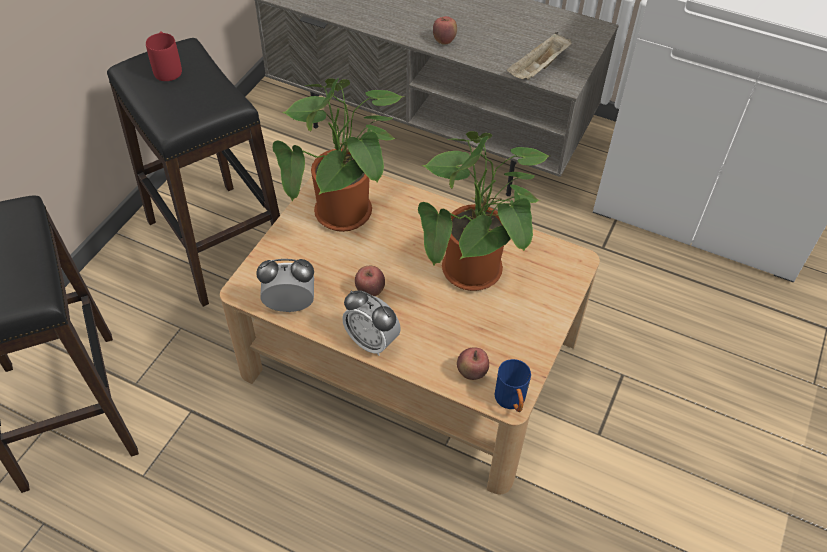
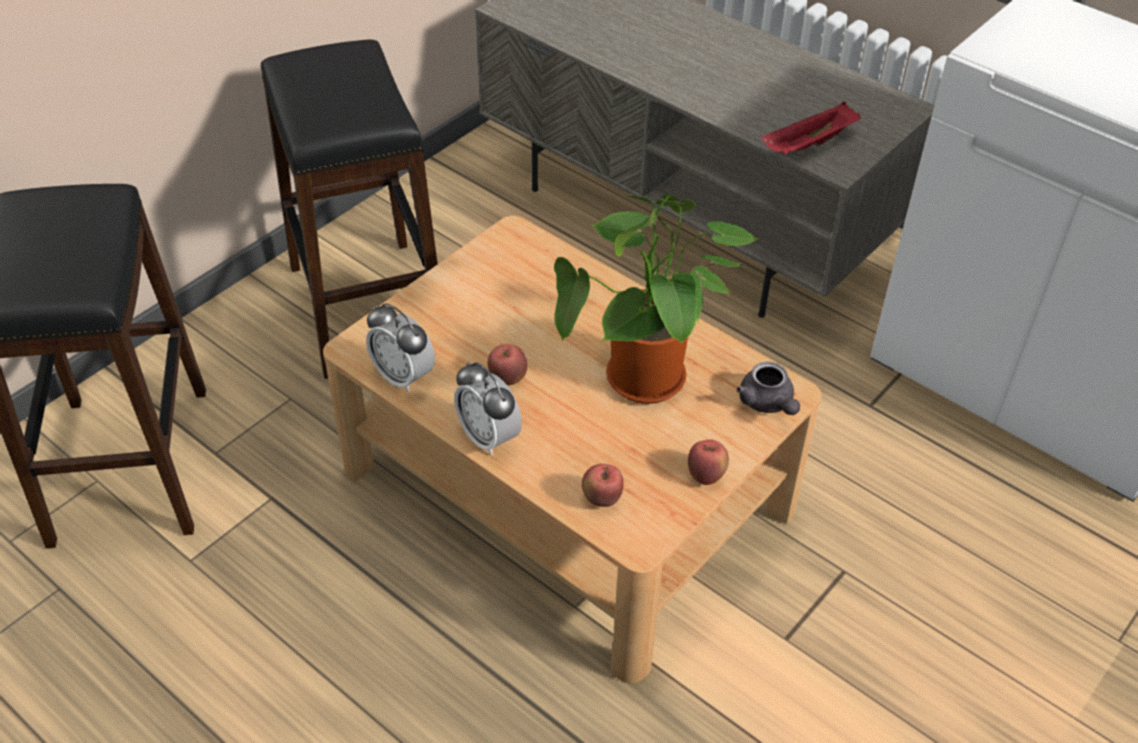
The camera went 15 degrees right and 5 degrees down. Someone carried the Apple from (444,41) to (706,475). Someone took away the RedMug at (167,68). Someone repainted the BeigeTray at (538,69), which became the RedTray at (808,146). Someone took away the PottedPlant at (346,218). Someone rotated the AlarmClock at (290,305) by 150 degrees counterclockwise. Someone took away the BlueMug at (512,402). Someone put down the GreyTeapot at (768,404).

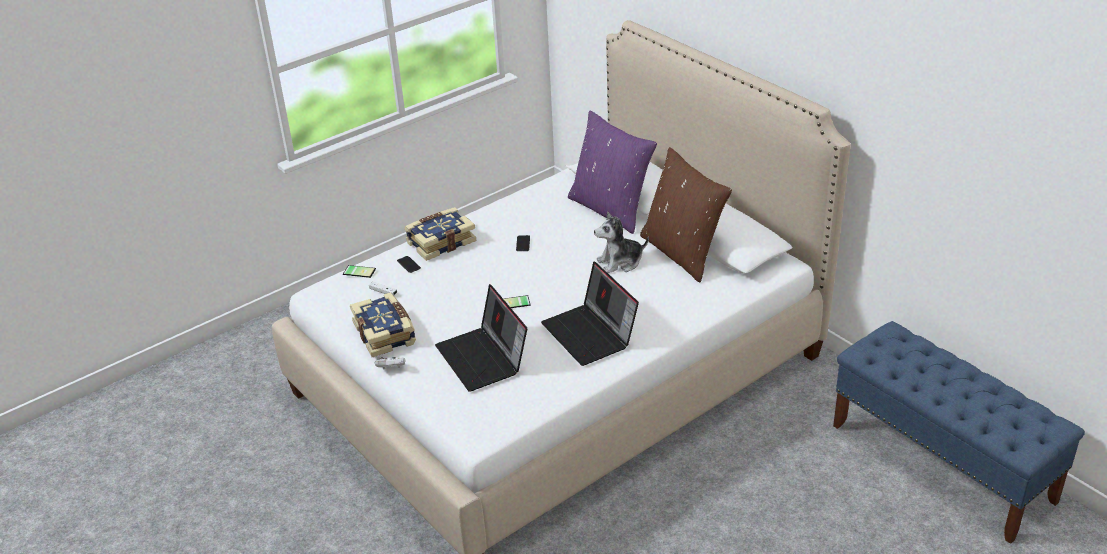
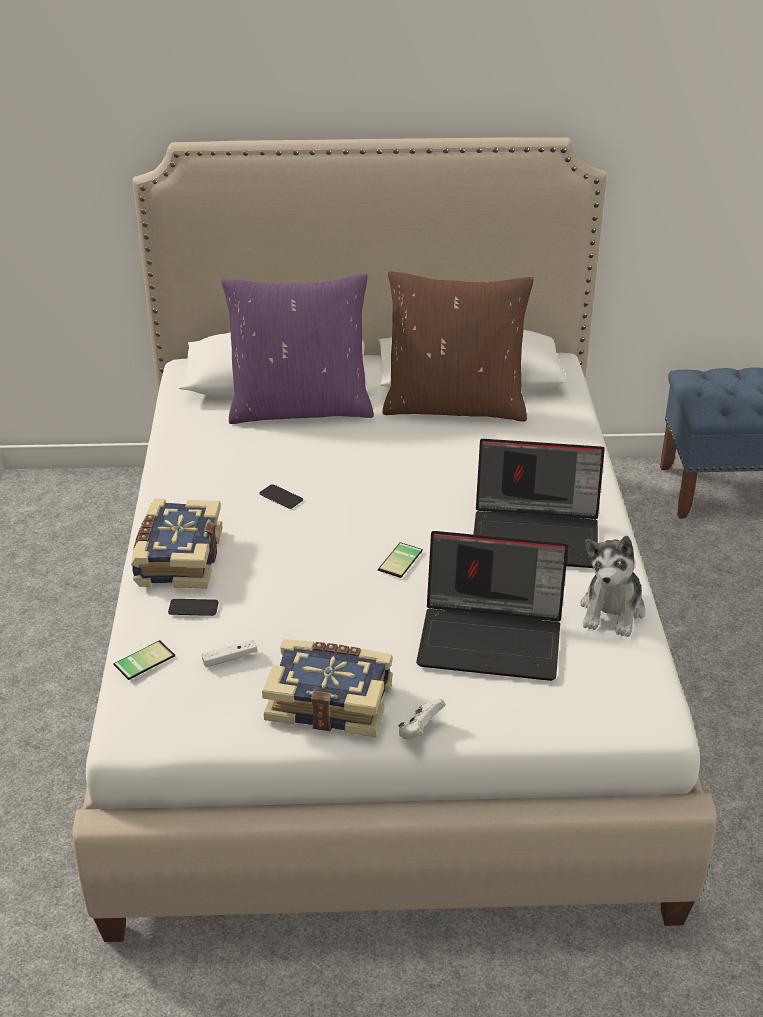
The camera went 55 degrees left and 0 degrees up. Someone carried the PlushToy from (620,262) to (612,610).

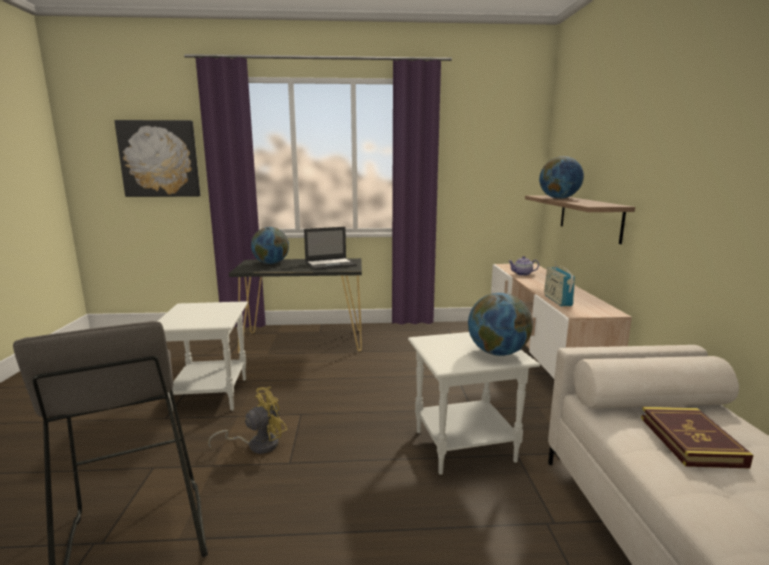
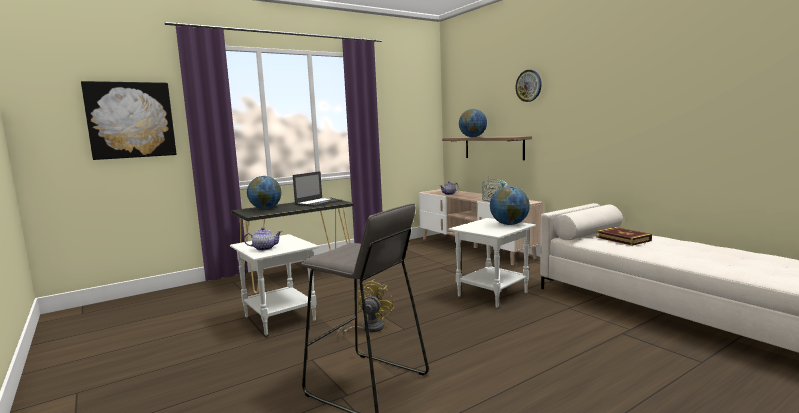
The camera went 30 degrees left and 5 degrees down. Someone put up the WallClock at (529,85). Someone put down the Teapot at (264,248).

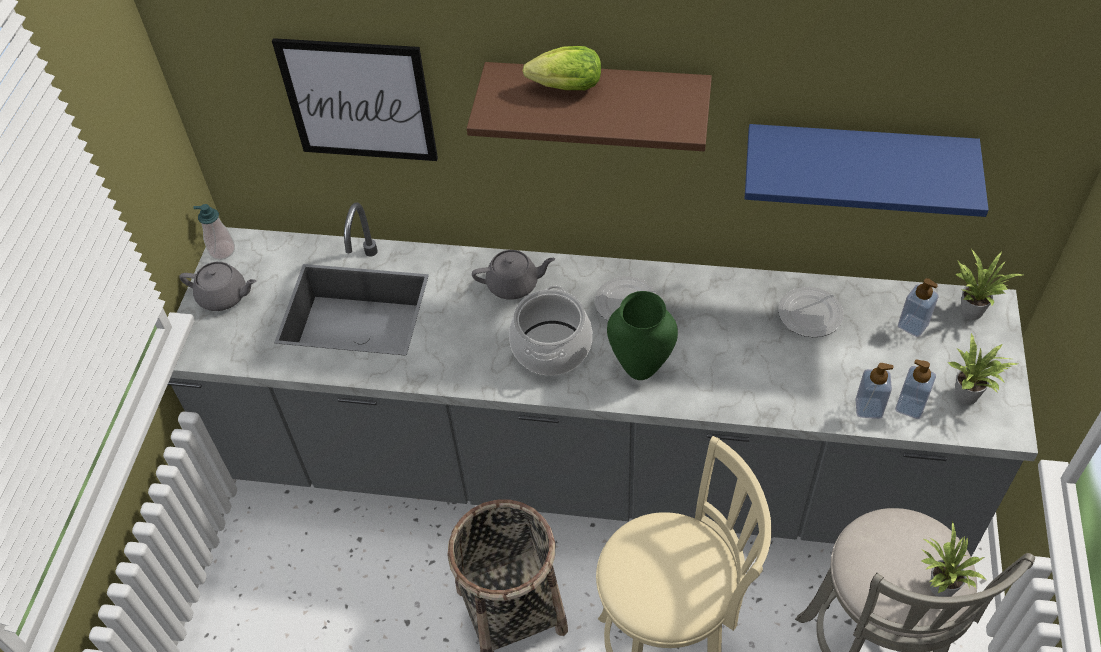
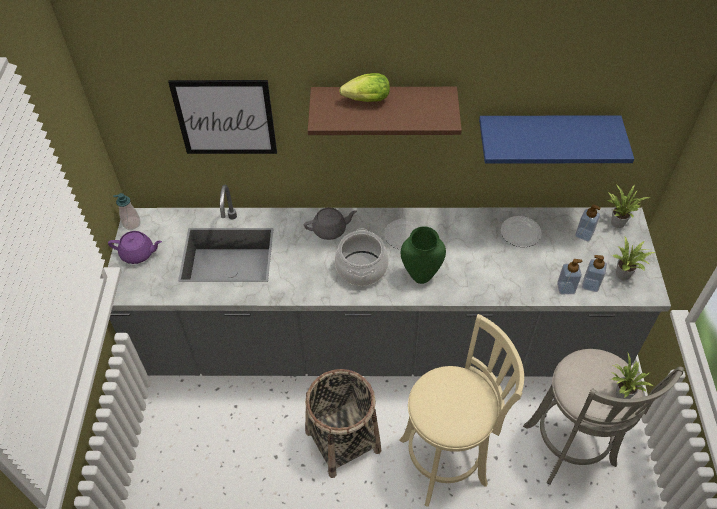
The camera went 10 degrees left and 0 degrees up. Someone repainted the GreyTeapot at (224,297), which became the PurpleTeapot at (138,254).

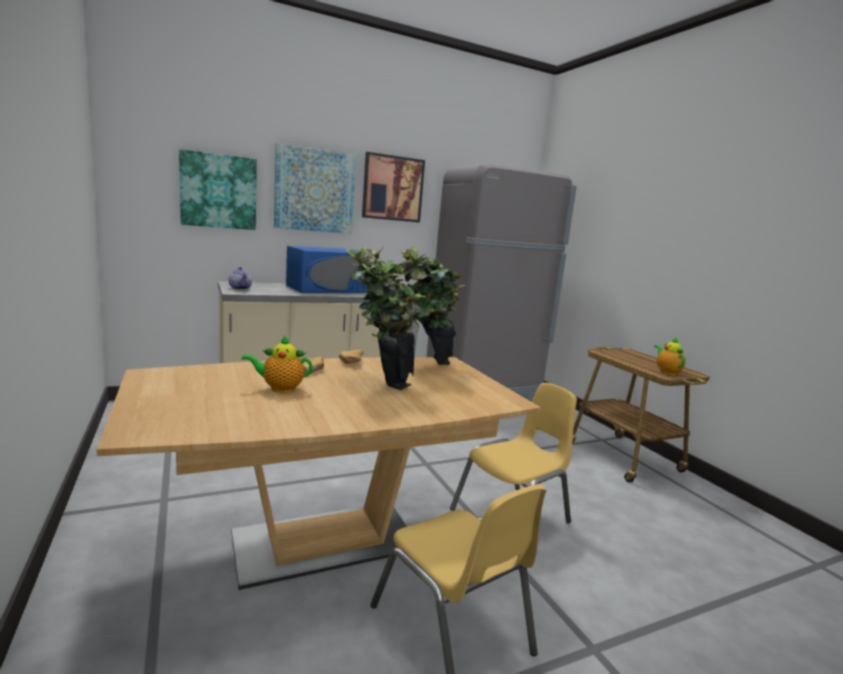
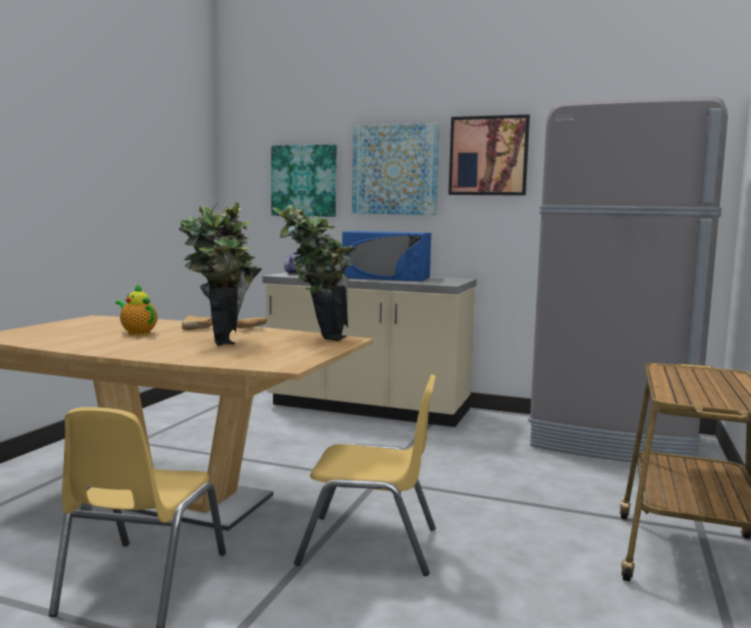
The camera went 45 degrees right and 5 degrees down. Someone took away the Teapot at (667,371).

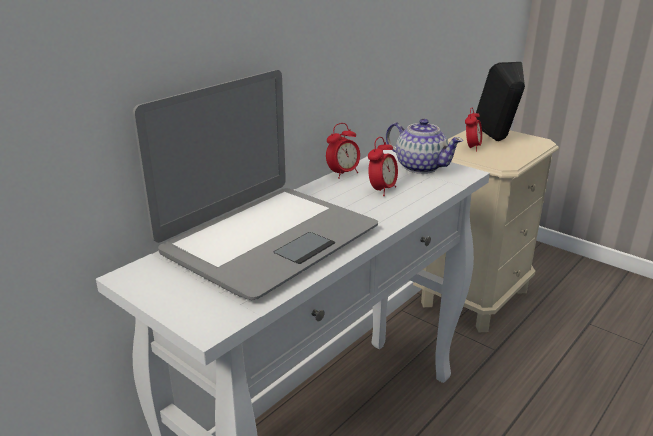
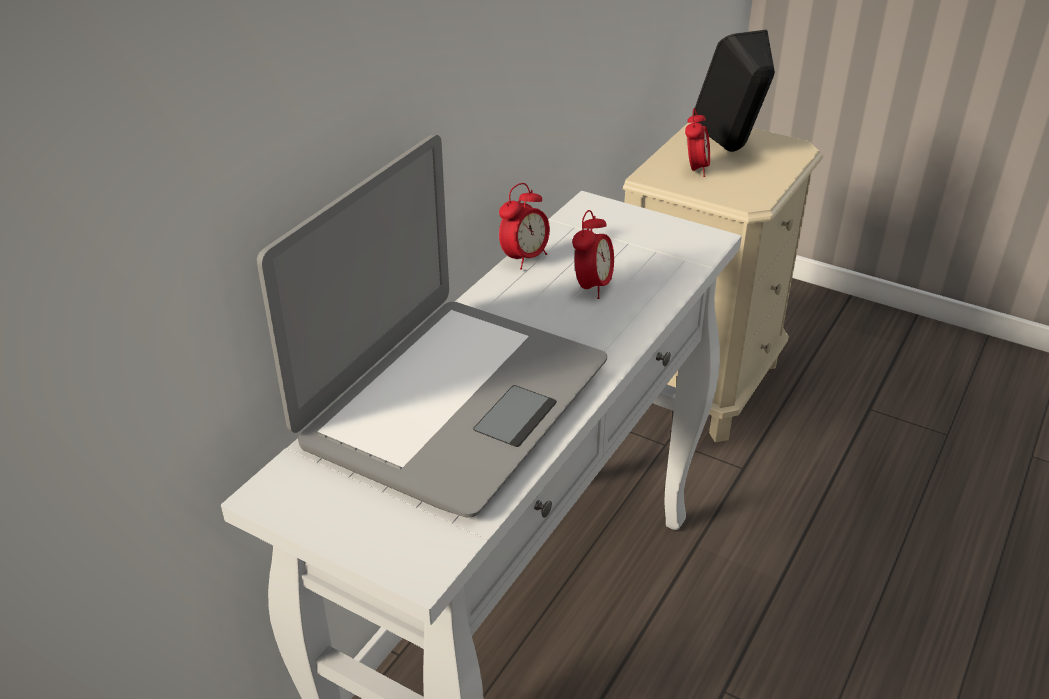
The camera went 10 degrees left and 10 degrees up. Someone took away the Teapot at (420,167).

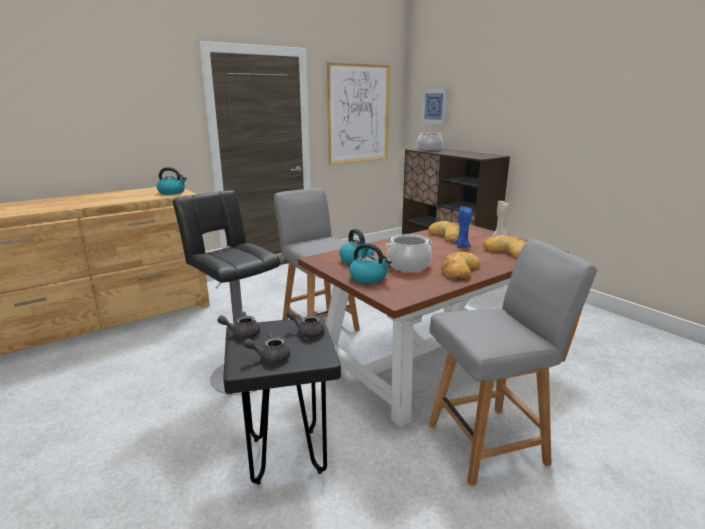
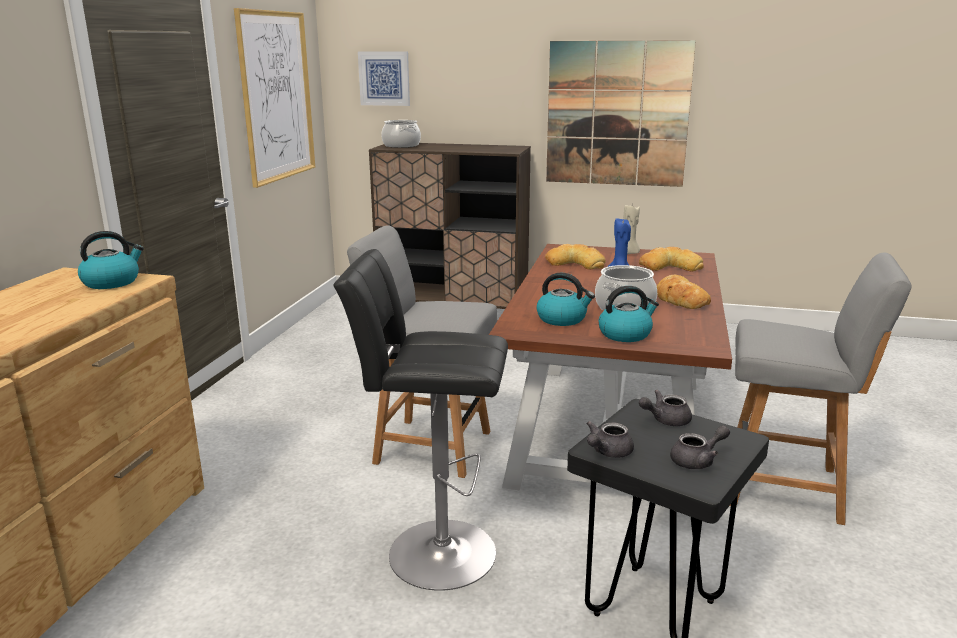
The camera went 40 degrees left and 0 degrees up. Someone rotated the GreyChair at (489,443) by 75 degrees clockwise. Someone rotated the GreyTeapot at (270,357) by 150 degrees counterclockwise. Someone put up the Picture at (617,114).

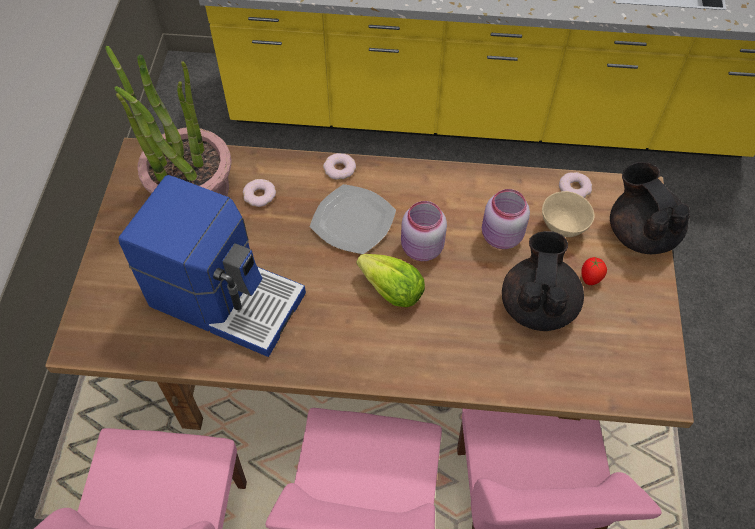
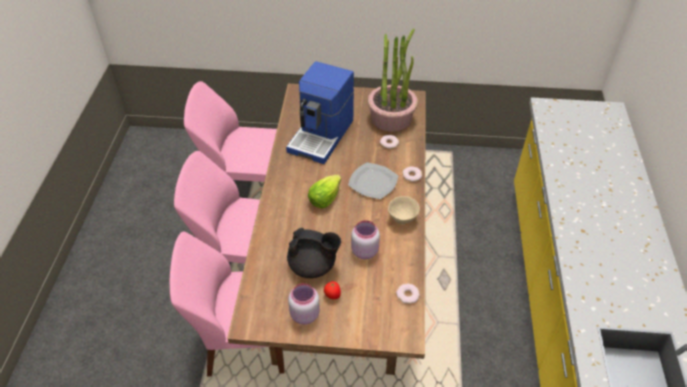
The camera went 90 degrees right and 10 degrees down. Someone took away the BlackTeapot at (640,233). Someone carried the BeigeBowl from (563,228) to (402,219). Someone carried the PinkJar from (421,249) to (304,314).

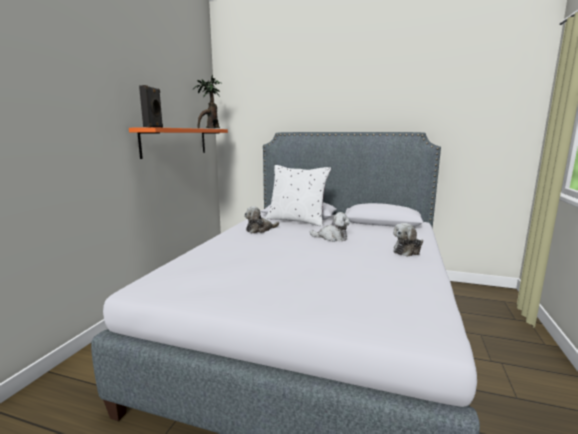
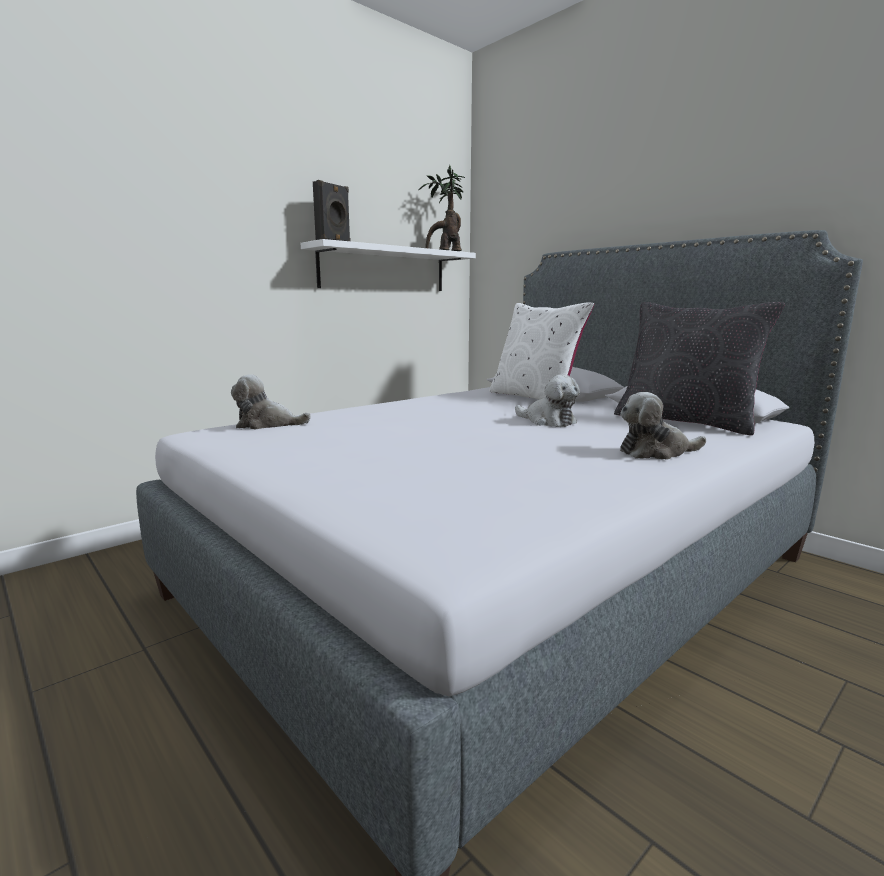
The camera went 30 degrees right and 0 degrees up. Someone repainted the OrangeShelf at (175,142), which became the WhiteShelf at (384,269). Someone carried the PlushToy from (260,229) to (267,425). Someone put down the BlackPillow at (685,421).

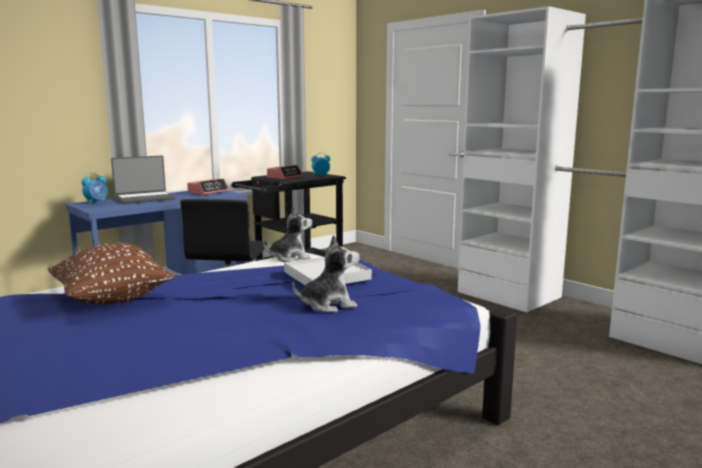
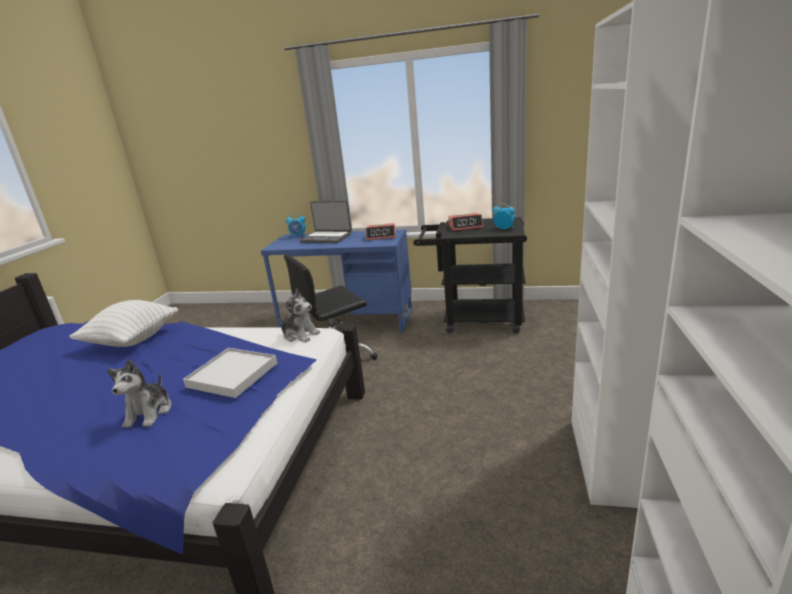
The camera went 55 degrees right and 10 degrees up. Someone rotated the PlushToy at (328,305) by 60 degrees clockwise. Someone repainted the BrownPillow at (112,300), which became the WhitePillow at (132,340).

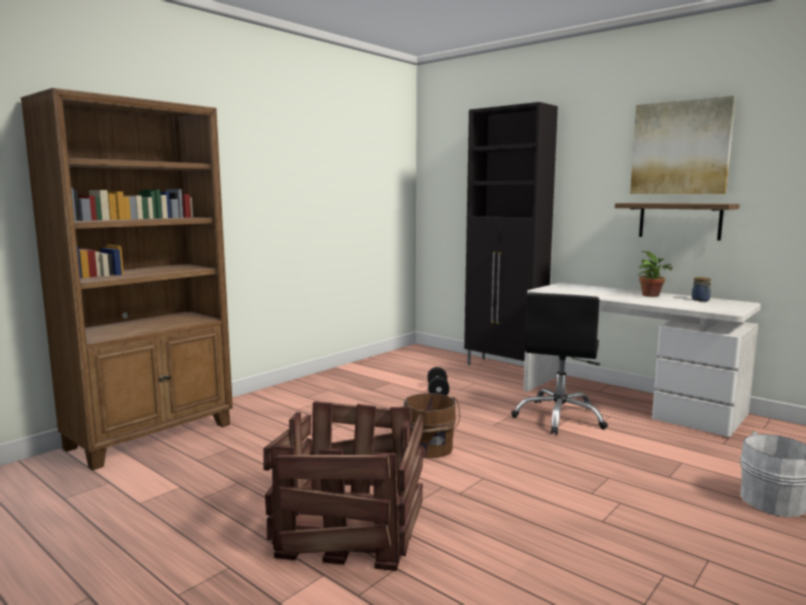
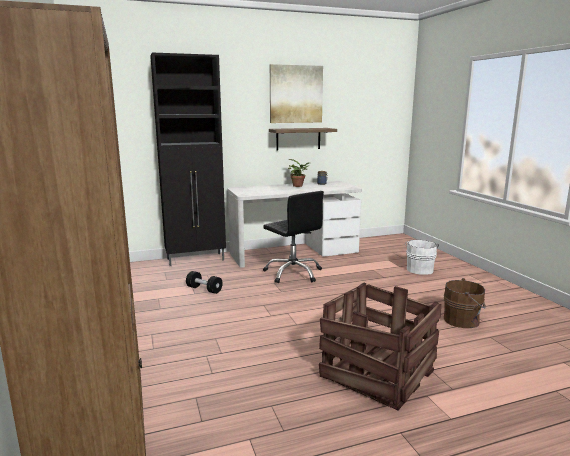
The camera went 60 degrees left and 5 degrees up. Someone carried the BrownBucket from (429,449) to (463,320).

